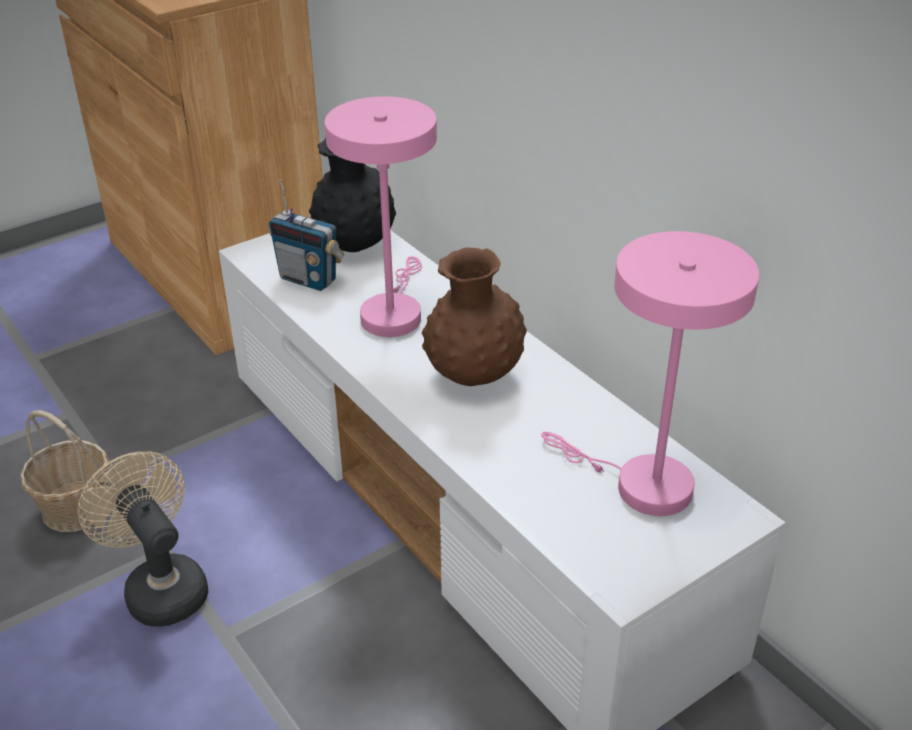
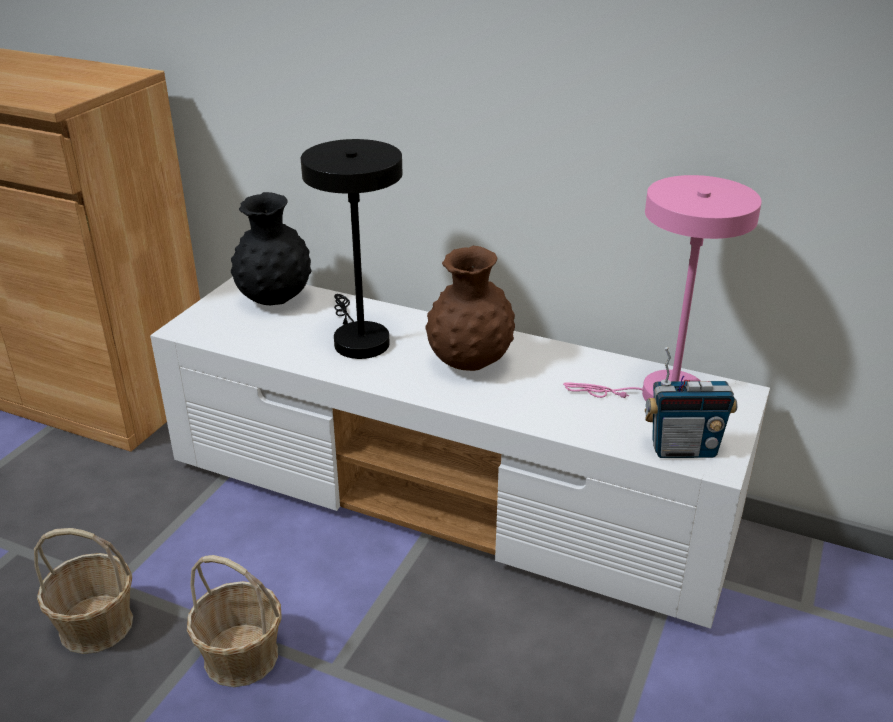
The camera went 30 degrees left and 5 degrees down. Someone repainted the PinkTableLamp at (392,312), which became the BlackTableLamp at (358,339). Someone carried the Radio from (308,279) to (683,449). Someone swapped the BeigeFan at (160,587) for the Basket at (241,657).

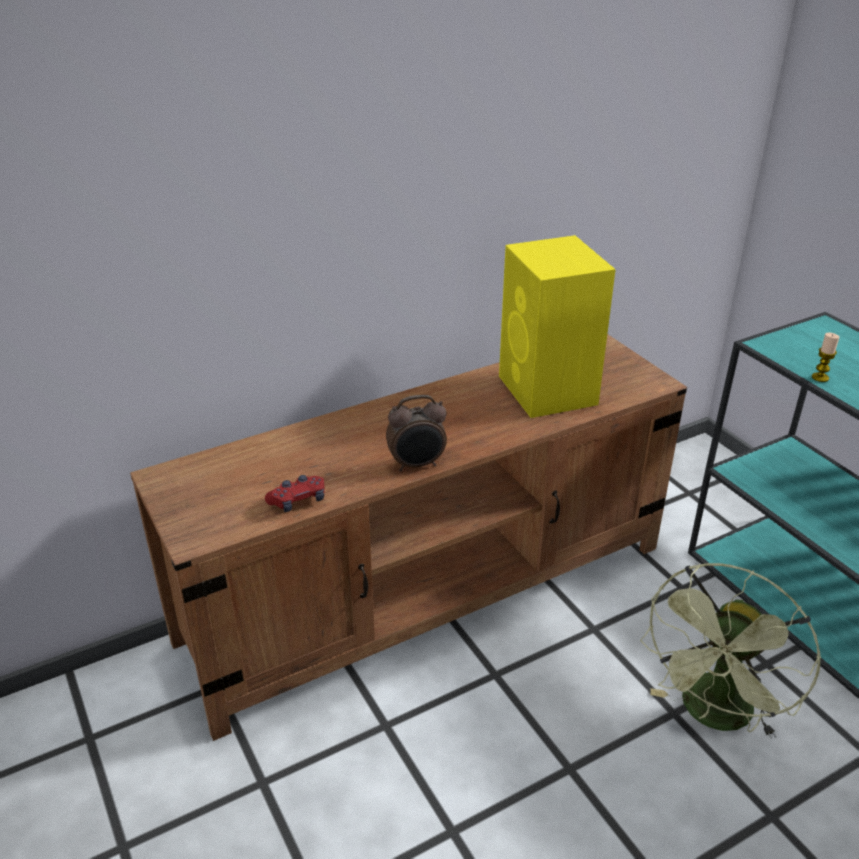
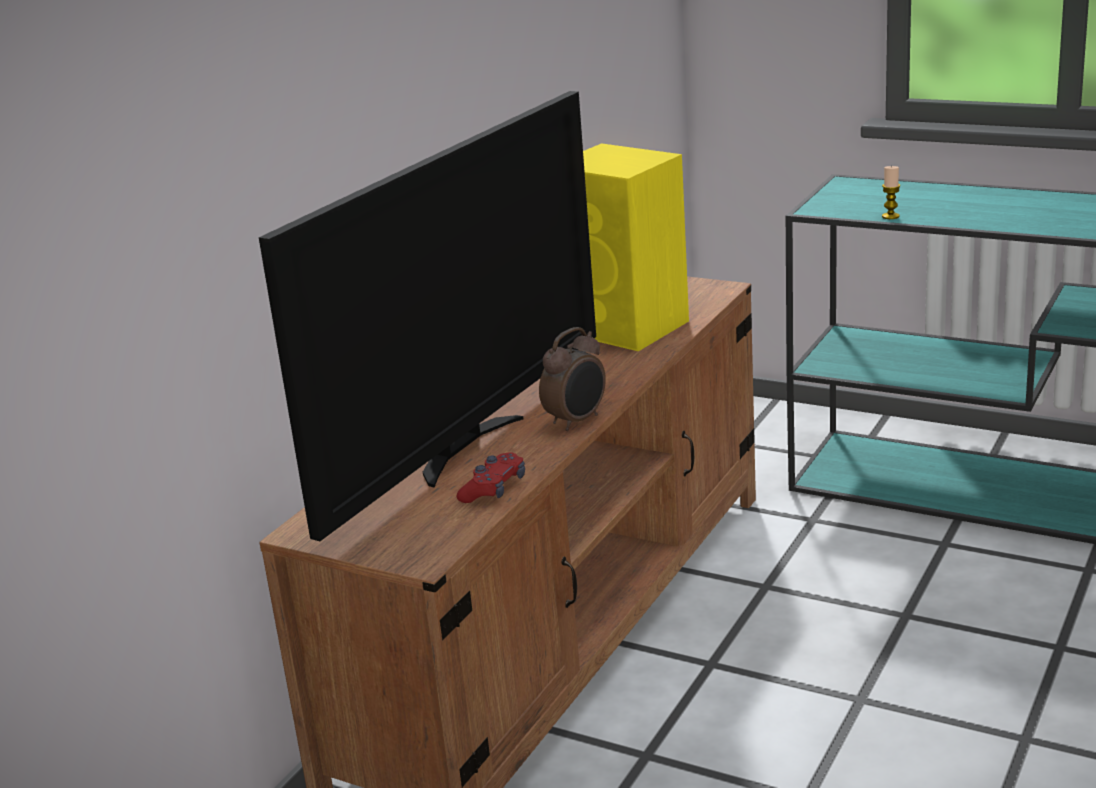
The camera went 30 degrees left and 10 degrees down. Someone took away the GreenFan at (714,716). Someone put down the Television at (465,447).

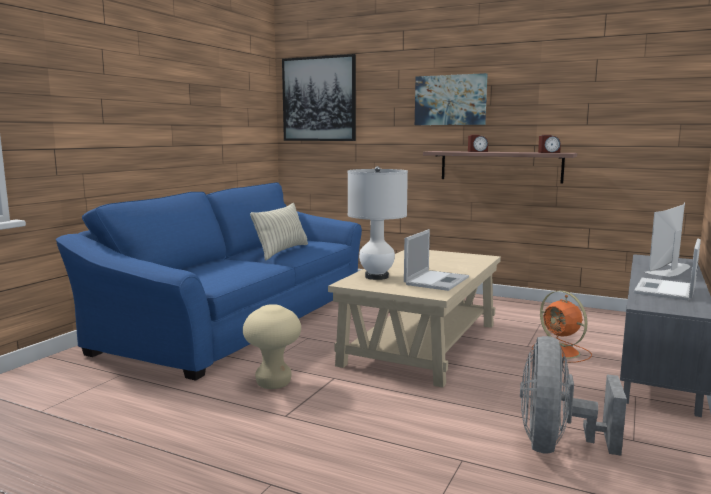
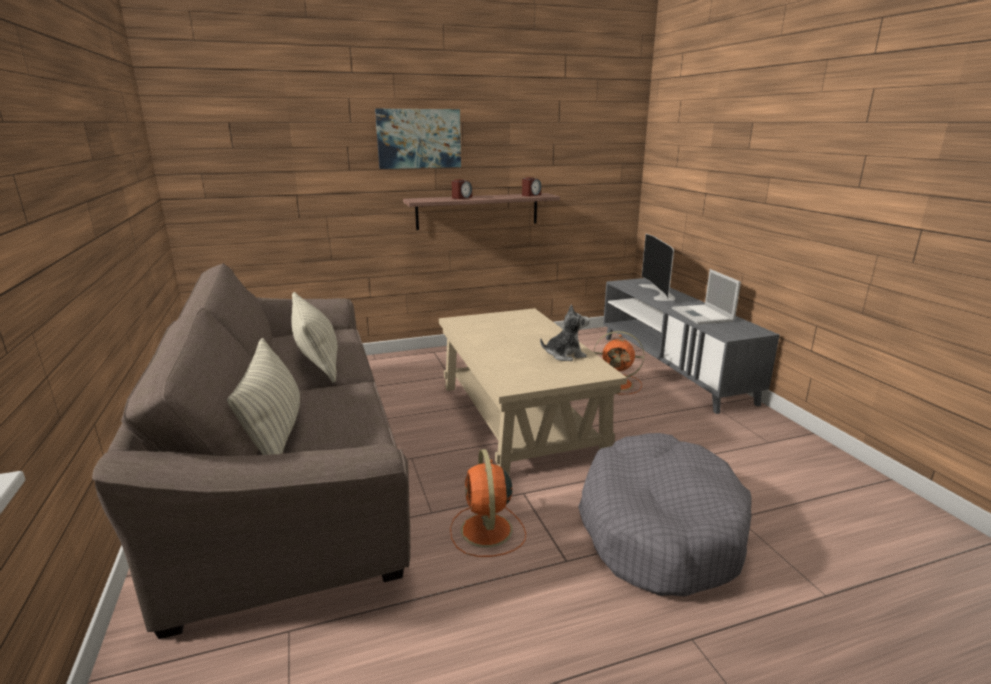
The camera went 45 degrees left and 10 degrees up. Someone took away the Picture at (319,99). Someone took away the WhiteTableLamp at (376,277). Someone repainted the BlueSofa at (241,320), which became the BrownSofa at (291,468). Someone swapped the Laptop at (437,280) for the PlushToy at (565,355). Someone swapped the BeigeStool at (273,383) for the OrangeFan at (487,531). Someone took away the GreyFan at (556,445). Someone put down the Pillow at (275,433). Someone put down the GreyDogBed at (659,528).

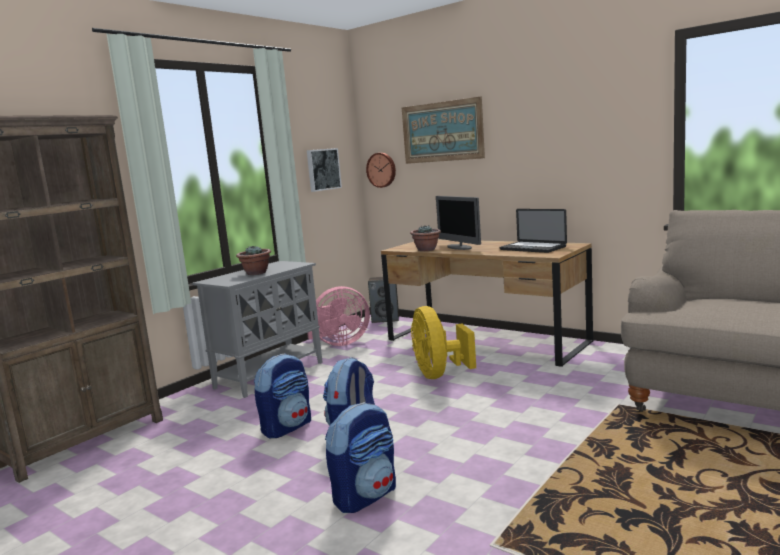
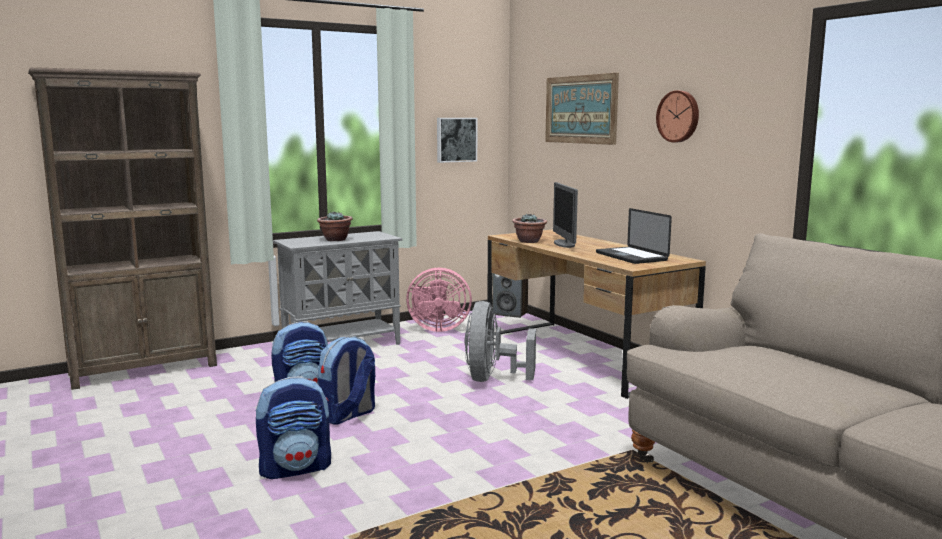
The camera went 20 degrees right and 0 degrees up. Someone carried the WallClock from (382,170) to (679,116). Someone repainted the YellowFan at (439,374), which became the GreyFan at (492,378).

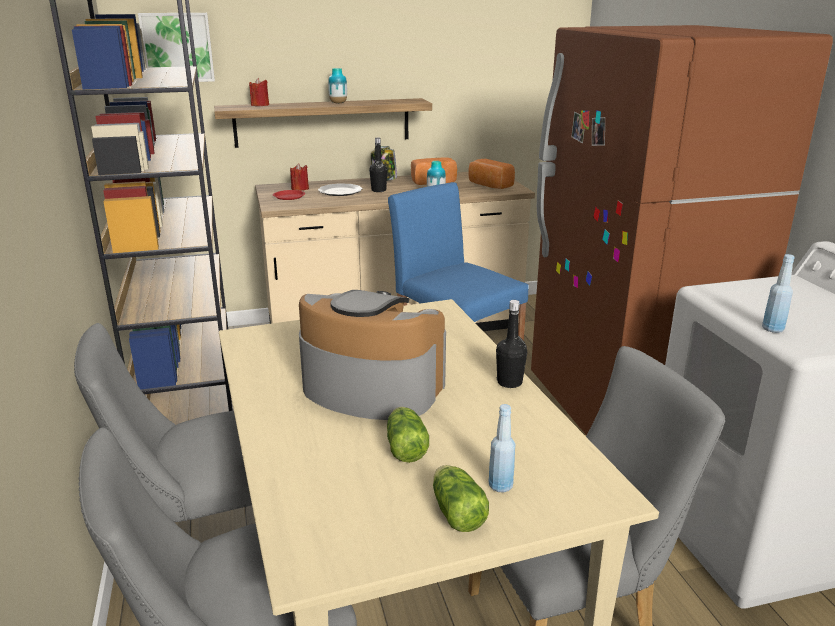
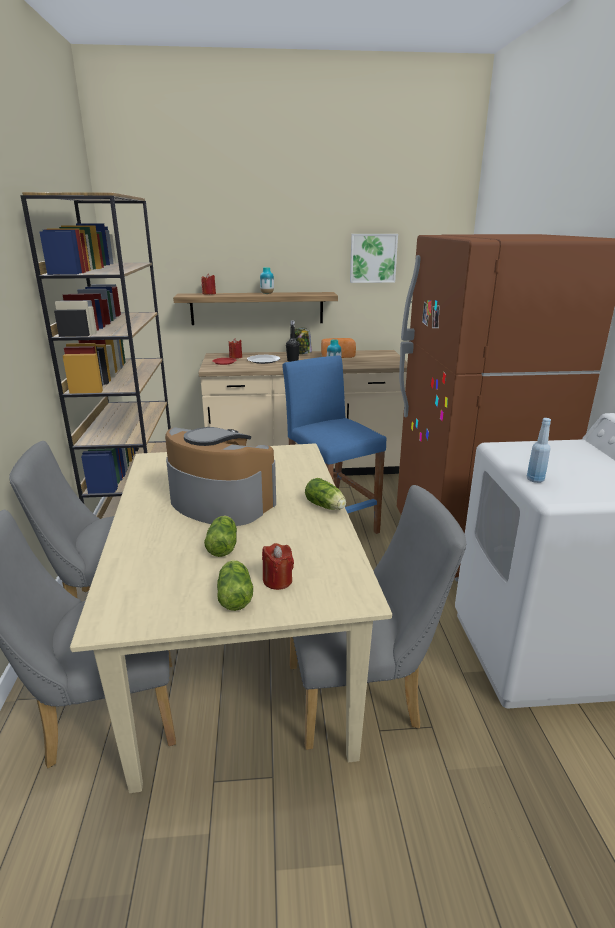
The camera went 10 degrees right and 0 degrees up. Someone carried the Picture from (177,47) to (373,258). Someone took away the Bread at (489,185). Someone swapped the BlackBottle at (509,382) for the Lettuce at (326,507). Someone swapped the BlueBottle at (500,486) for the RedCandle at (277,581).

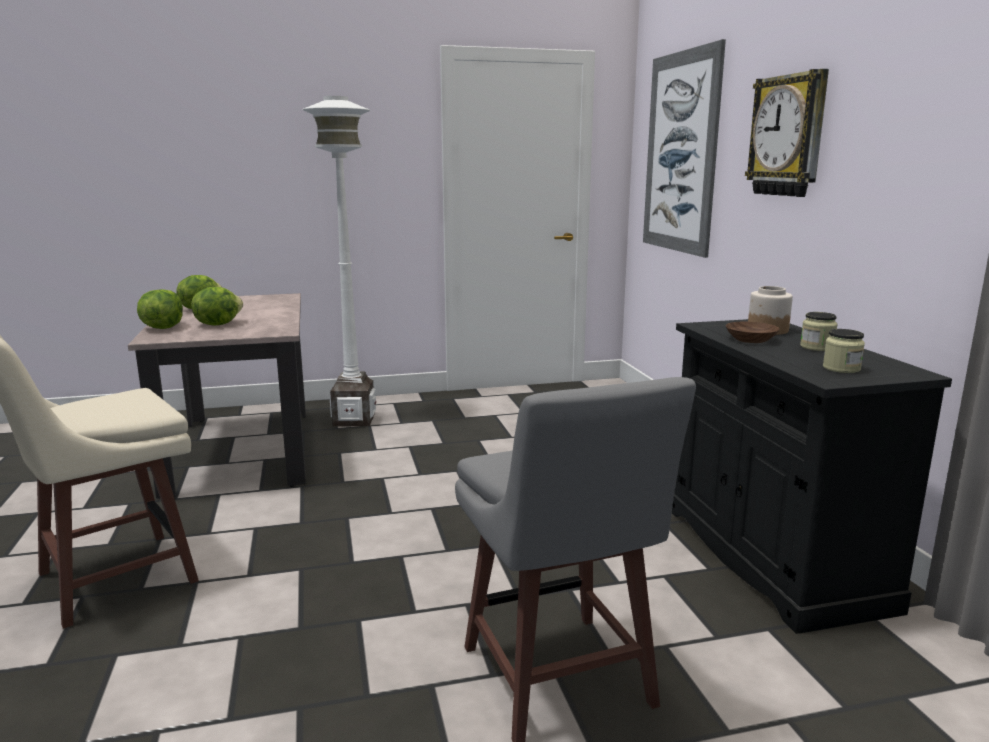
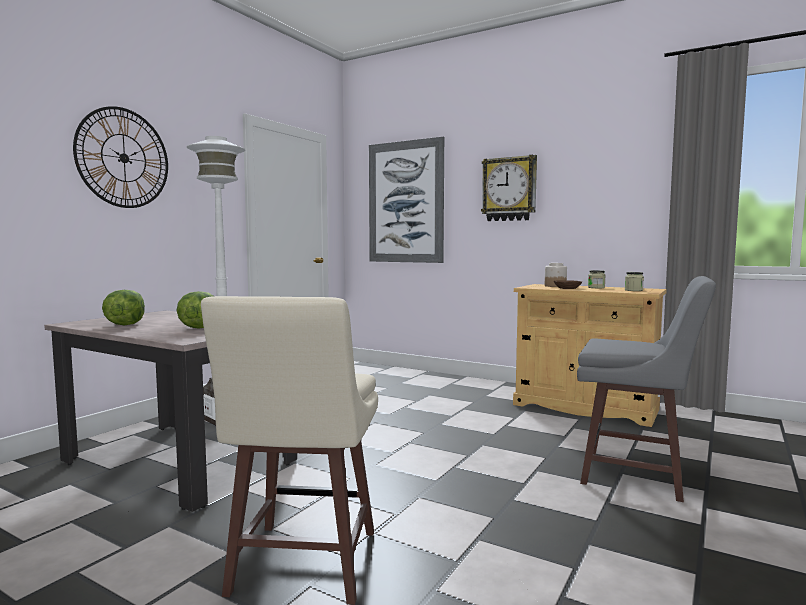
The camera went 45 degrees left and 10 degrees down. Someone took away the Lettuce at (162,328). Someone repainted the BlackCabinet at (771,555), which became the BeigeCabinet at (585,407). Someone put up the WallClock at (123,158).

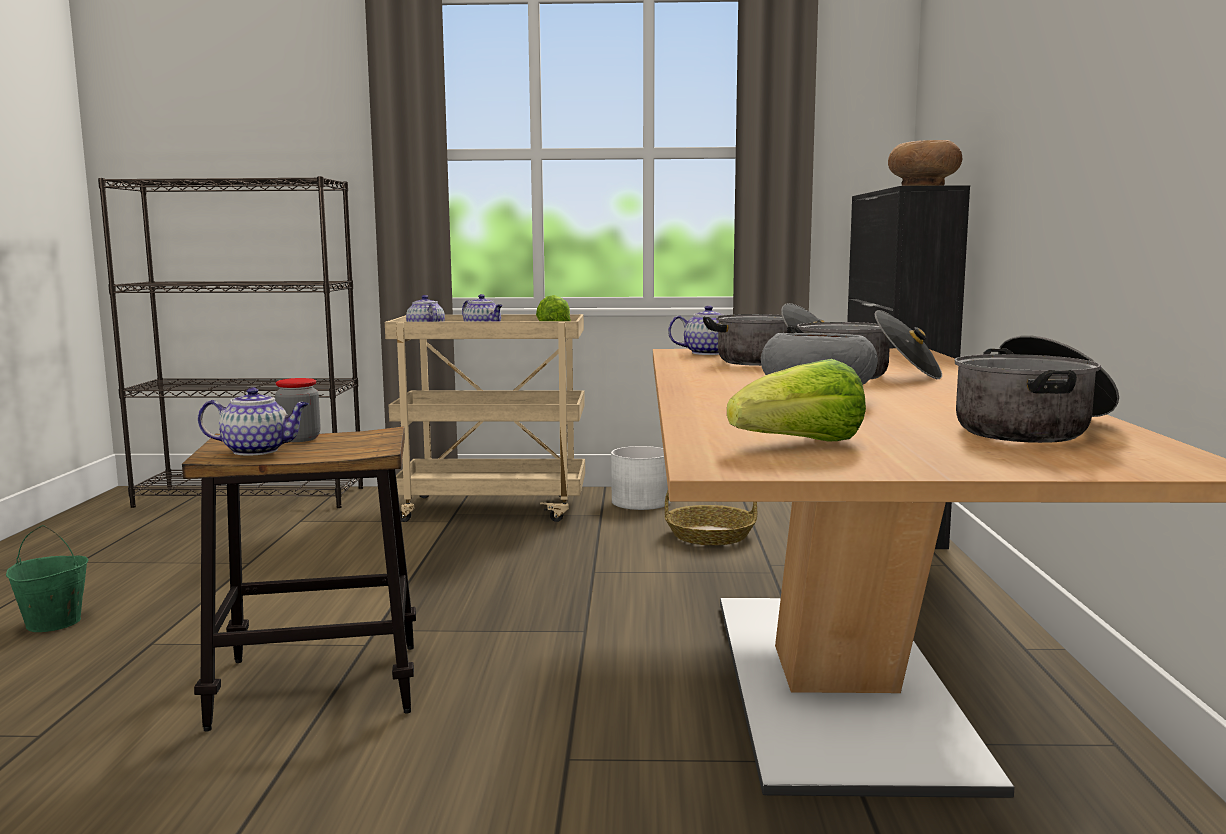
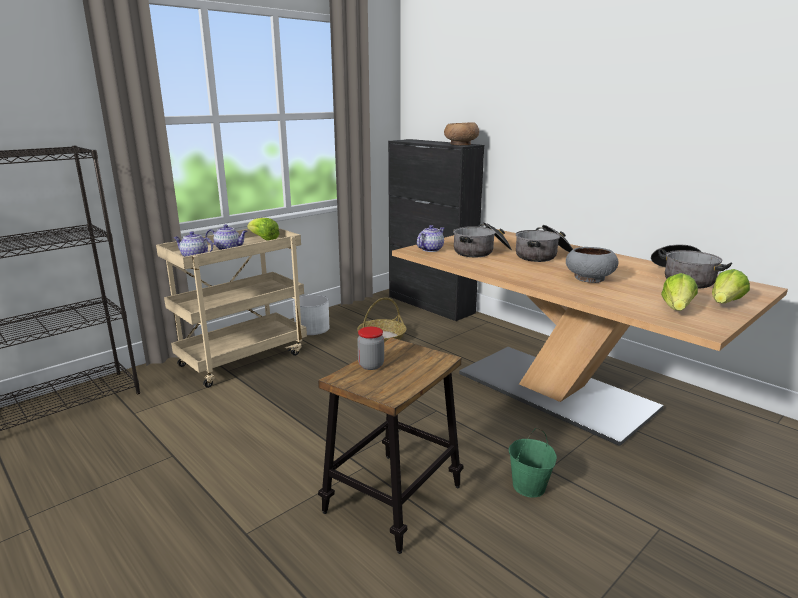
The camera went 45 degrees left and 10 degrees up. Someone took away the Teapot at (258,451). Someone carried the GreenBucket from (53,623) to (529,487). Someone put down the Lettuce at (725,303).

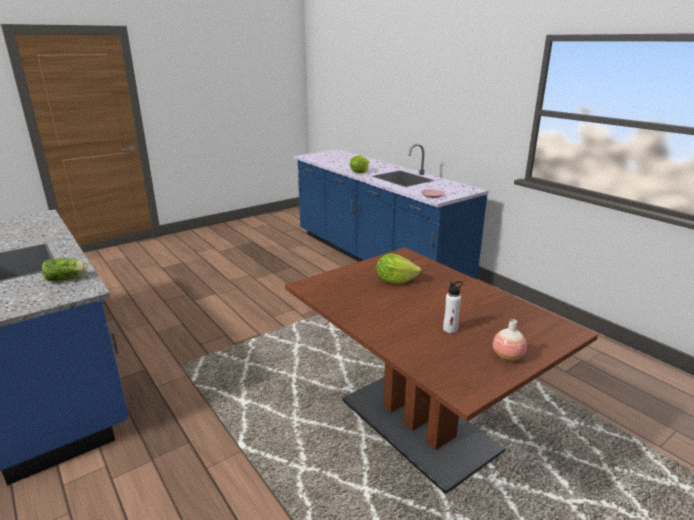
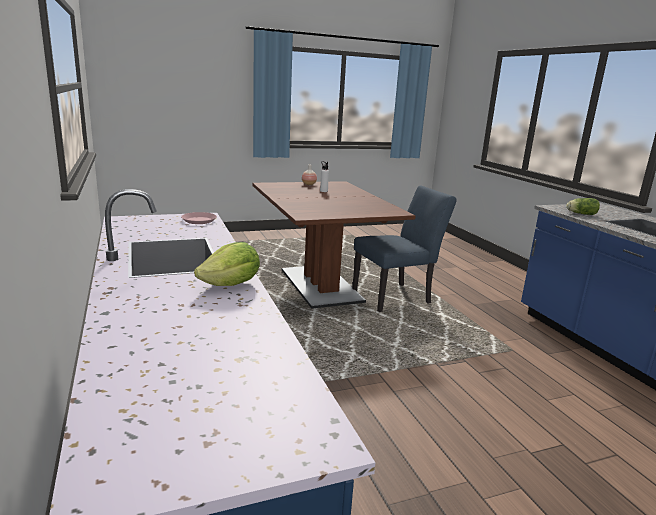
The camera went 165 degrees left and 5 degrees down. Someone took away the Lettuce at (395,281). Someone put down the BlueChair at (396,297).

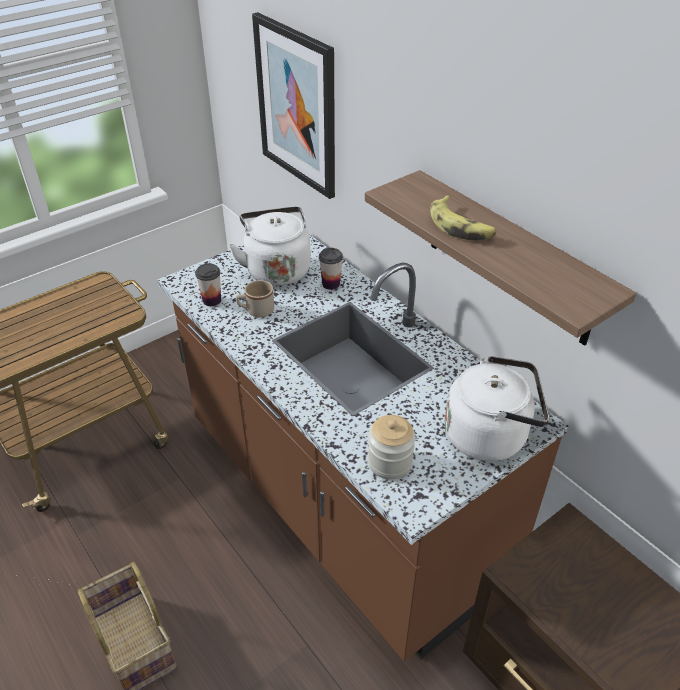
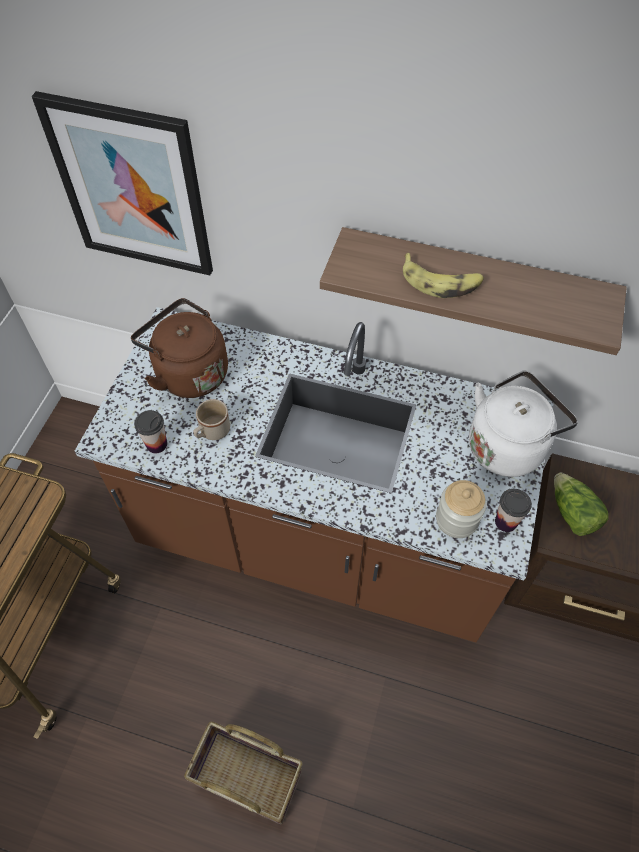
The camera went 35 degrees left and 15 degrees up. Someone repainted the WhiteKettle at (277,269), which became the BrownKettle at (188,372). Someone carried the Cup from (331,284) to (506,522). Someone put down the Lettuce at (572,513).

